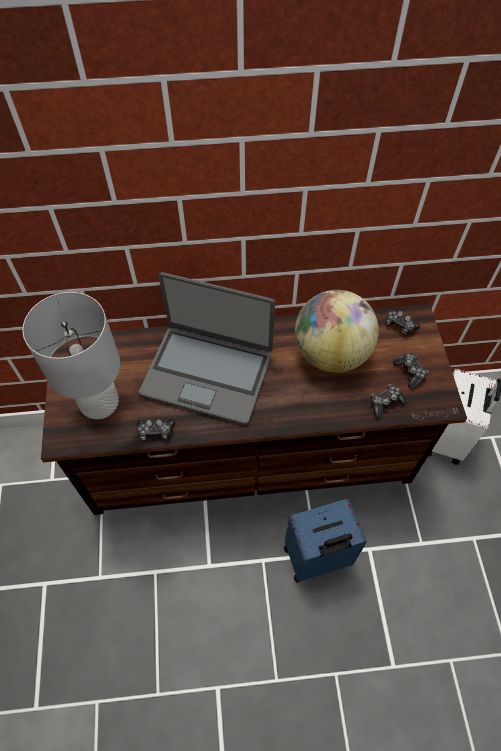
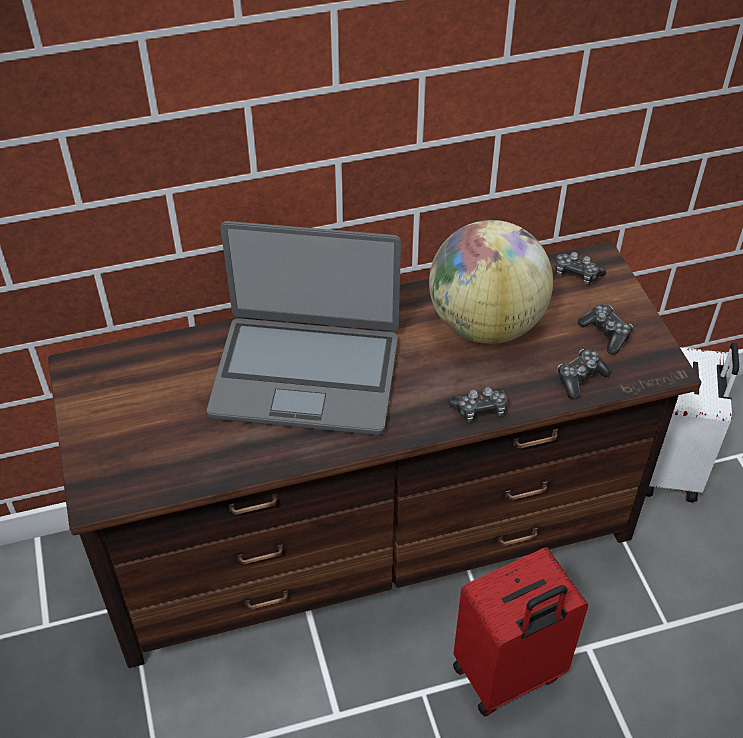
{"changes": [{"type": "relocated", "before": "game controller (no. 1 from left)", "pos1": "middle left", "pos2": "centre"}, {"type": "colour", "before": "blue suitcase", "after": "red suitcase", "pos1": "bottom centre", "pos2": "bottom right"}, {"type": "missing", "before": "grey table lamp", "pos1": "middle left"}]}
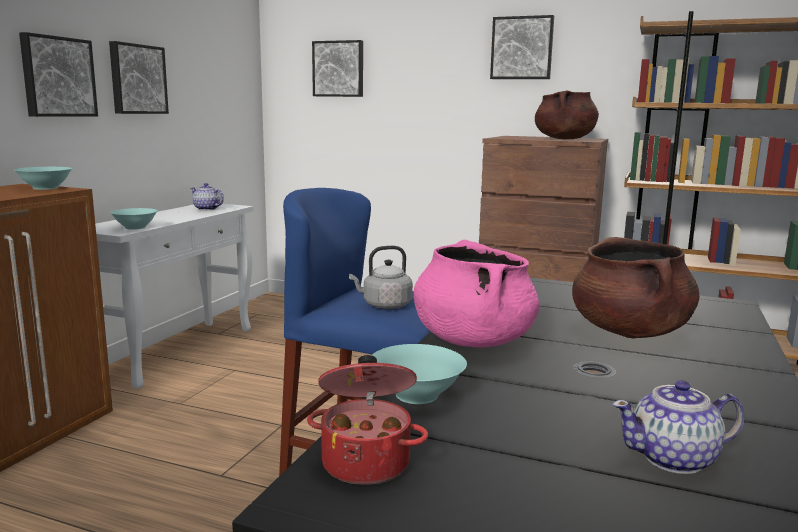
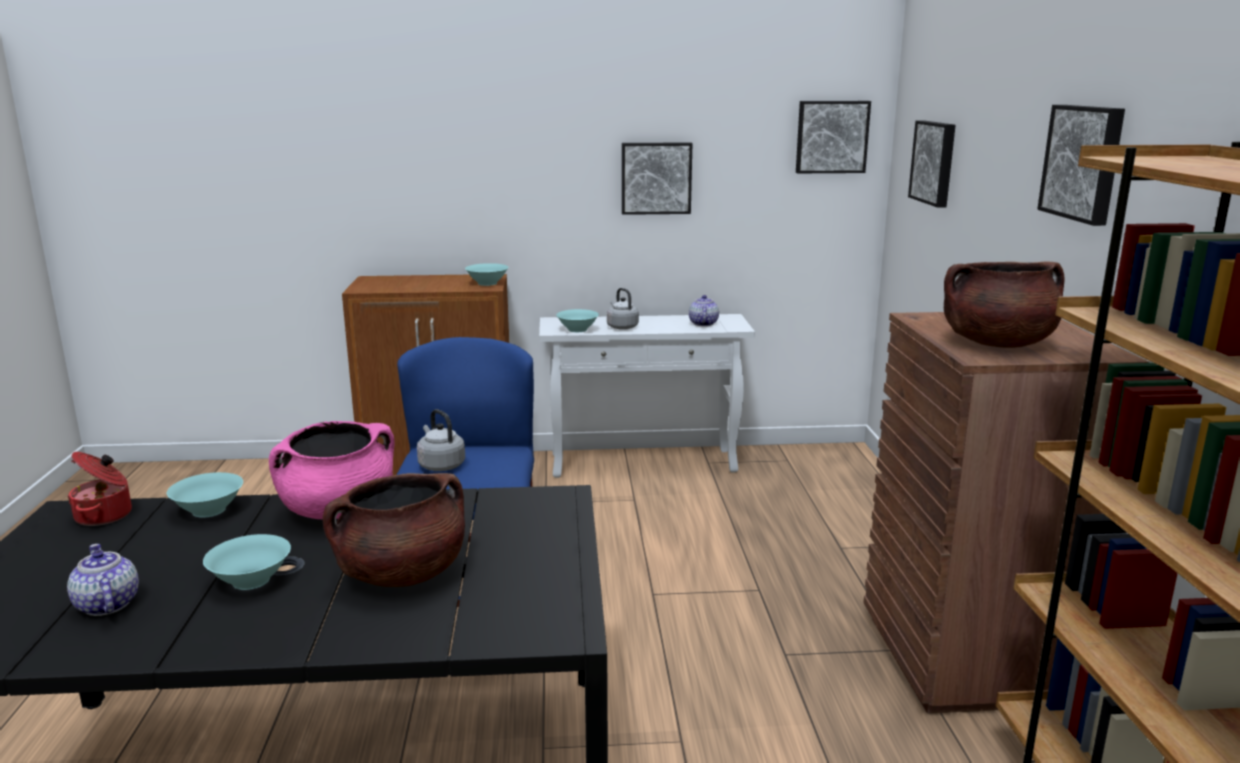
{"changes": [{"type": "appeared", "after": "turquoise bowl (no. 2 from left)", "pos2": "bottom left"}, {"type": "appeared", "after": "grey kettle (no. 2 from left)", "pos2": "centre"}, {"type": "relocated", "before": "picture (no. 1 from left in the first image)", "after": "picture (no. 2 from left)", "pos1": "top left", "pos2": "top right"}]}
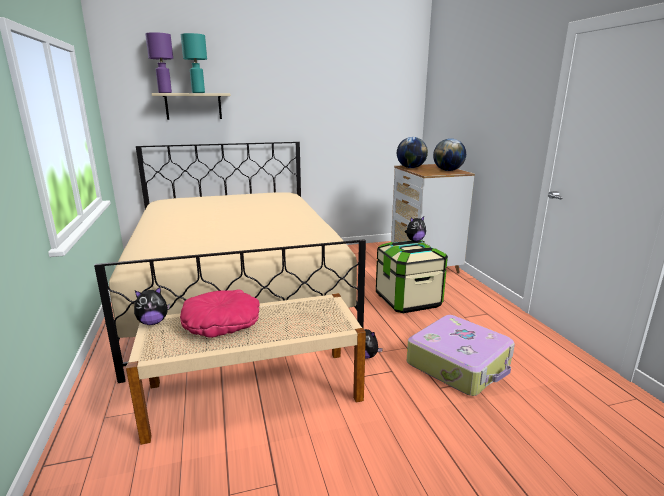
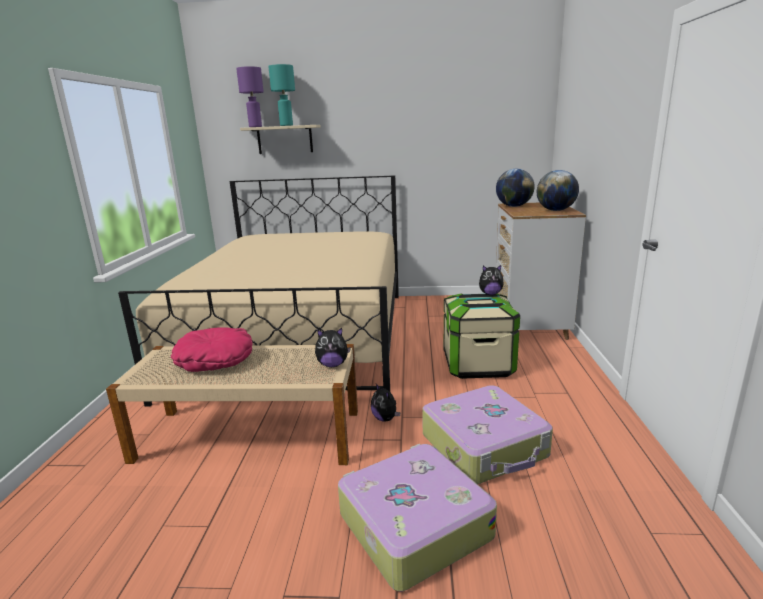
{"changes": [{"type": "relocated", "before": "plush toy (no. 1 from left)", "pos1": "middle left", "pos2": "centre"}, {"type": "appeared", "after": "suitcase (no. 1 from left)", "pos2": "bottom centre"}]}
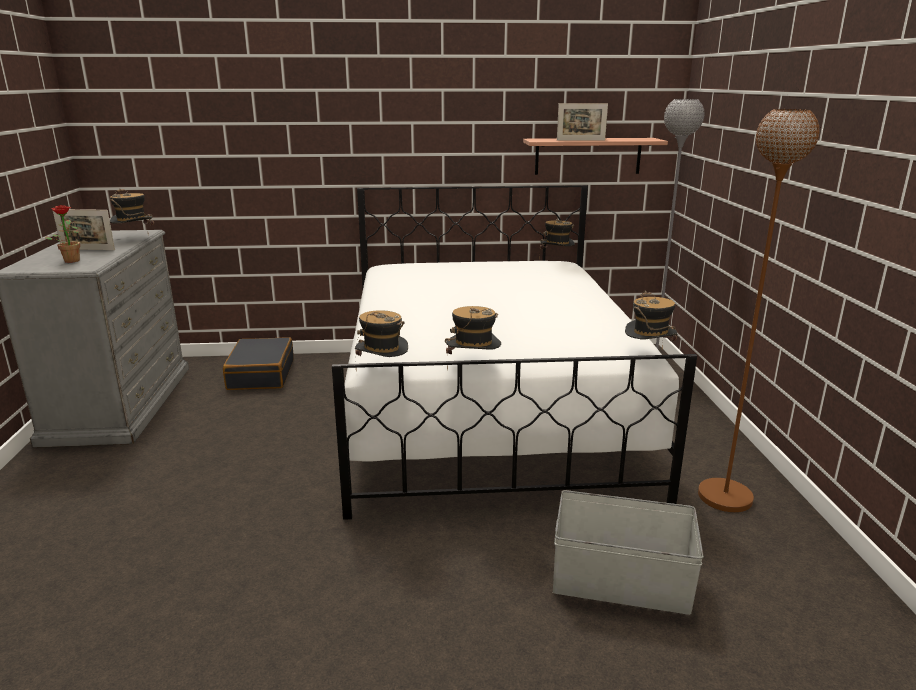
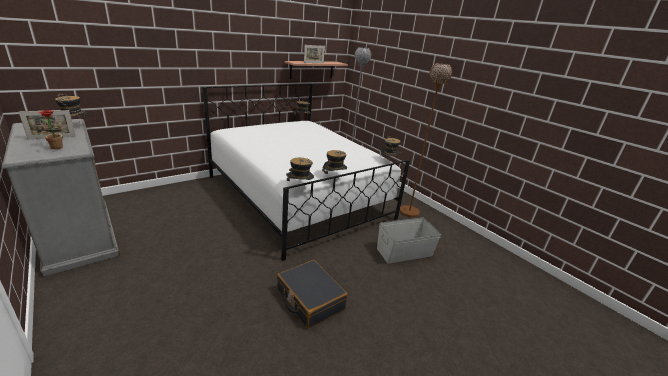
{"changes": [{"type": "relocated", "before": "black suitcase", "pos1": "middle left", "pos2": "bottom centre"}]}
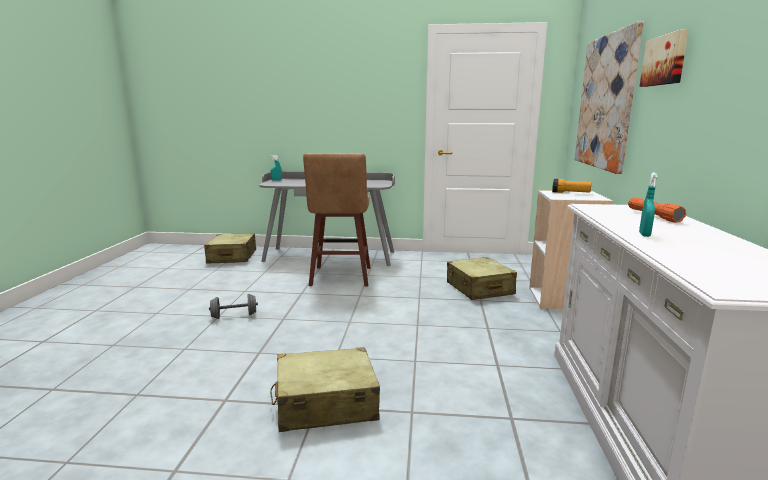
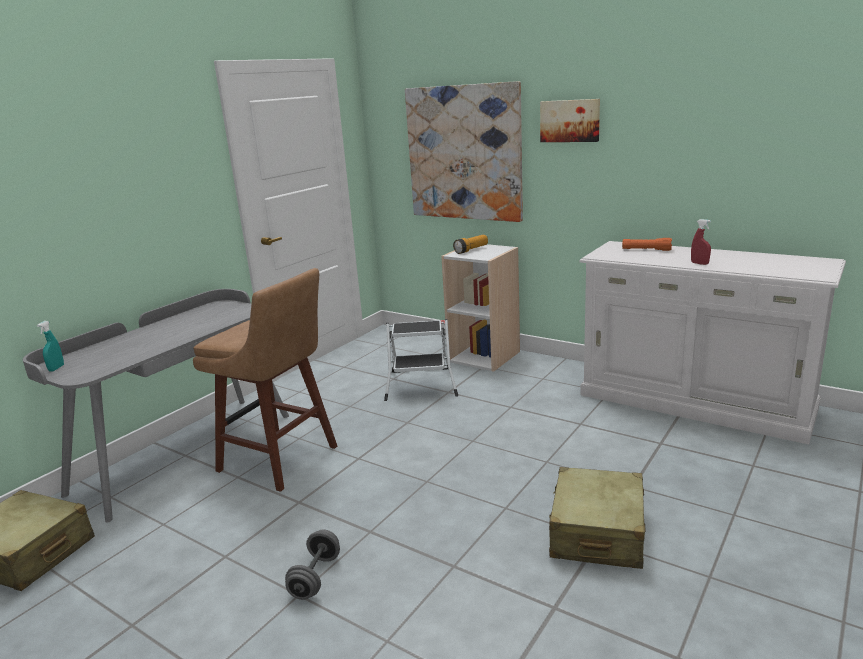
{"changes": [{"type": "exchanged", "before": "beige suitcase (no. 3 from left)", "after": "step ladder", "pos1": "centre", "pos2": "centre"}, {"type": "colour", "before": "turquoise spray bottle (no. 2 from left)", "after": "red spray bottle", "pos1": "middle right", "pos2": "middle right"}]}
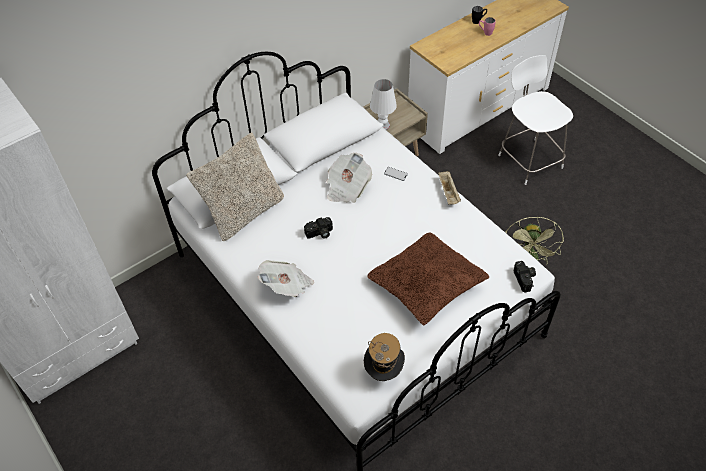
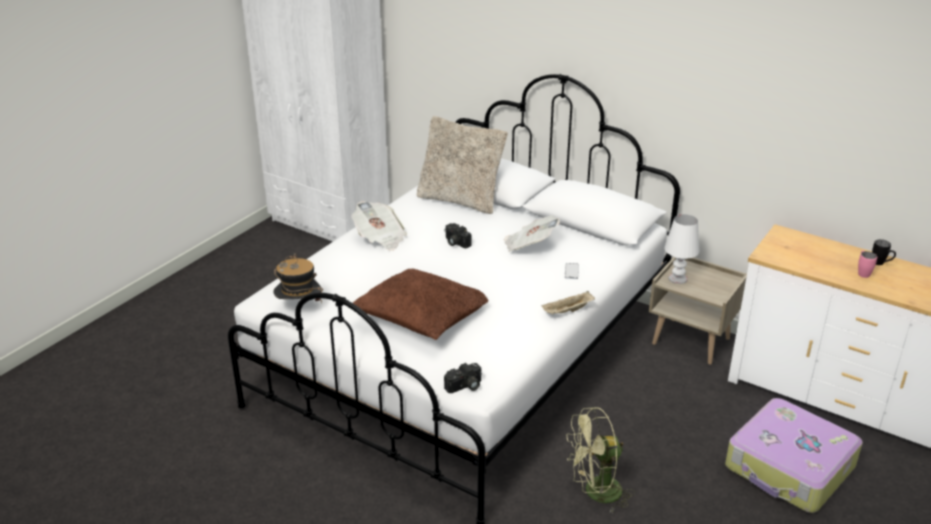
{"changes": [{"type": "exchanged", "before": "white chair", "after": "suitcase", "pos1": "top right", "pos2": "bottom right"}]}
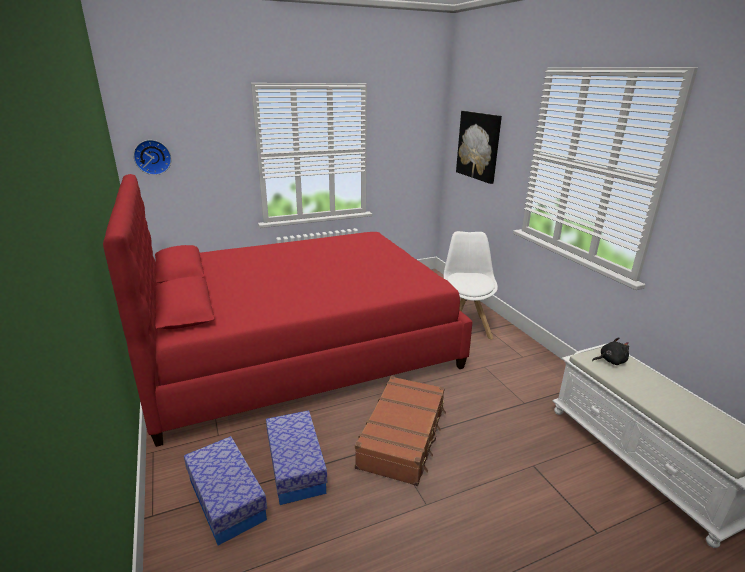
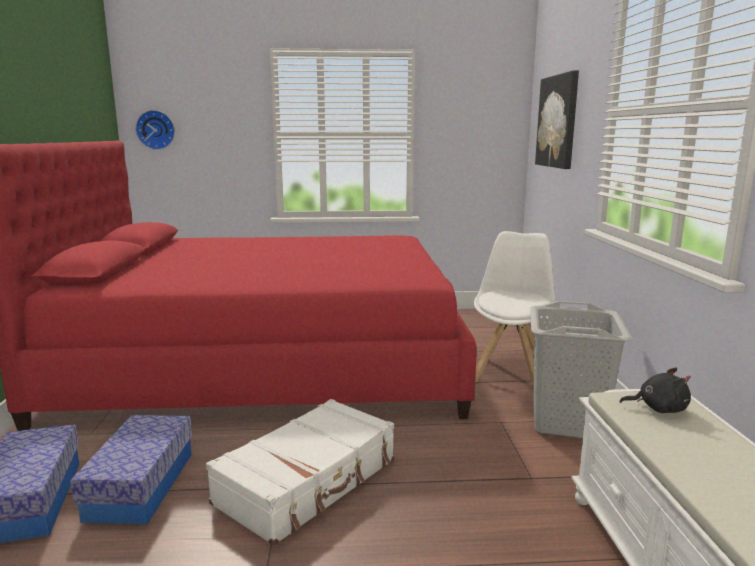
{"changes": [{"type": "colour", "before": "brown suitcase", "after": "white suitcase", "pos1": "bottom centre", "pos2": "bottom centre"}, {"type": "appeared", "after": "grey laundry basket", "pos2": "middle right"}]}
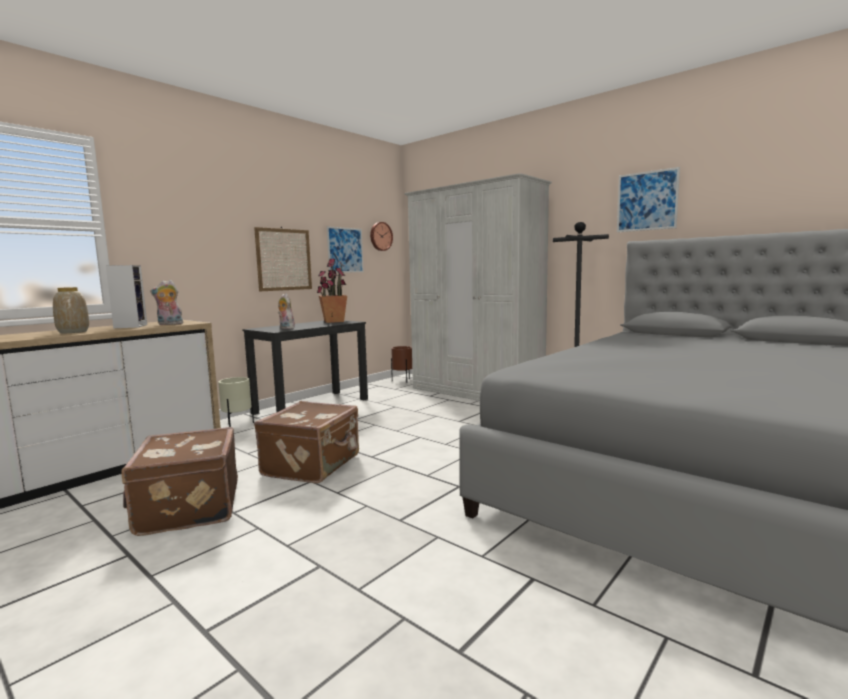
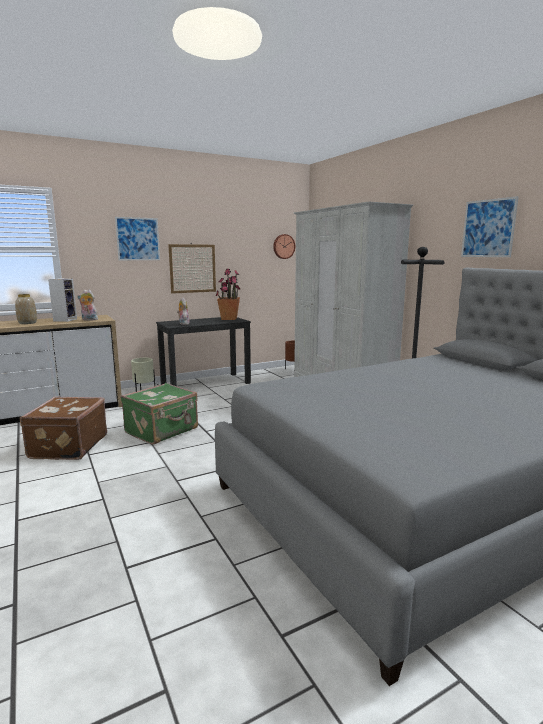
{"changes": [{"type": "relocated", "before": "picture (no. 2 from left in the first image)", "after": "picture (no. 1 from left)", "pos1": "centre", "pos2": "top left"}, {"type": "colour", "before": "brown suitcase (no. 2 from left)", "after": "green suitcase", "pos1": "centre", "pos2": "middle left"}]}
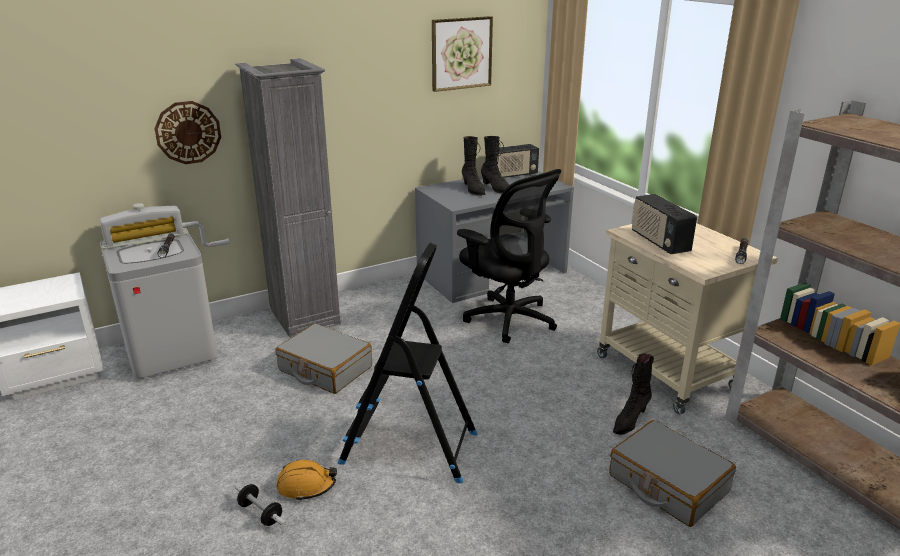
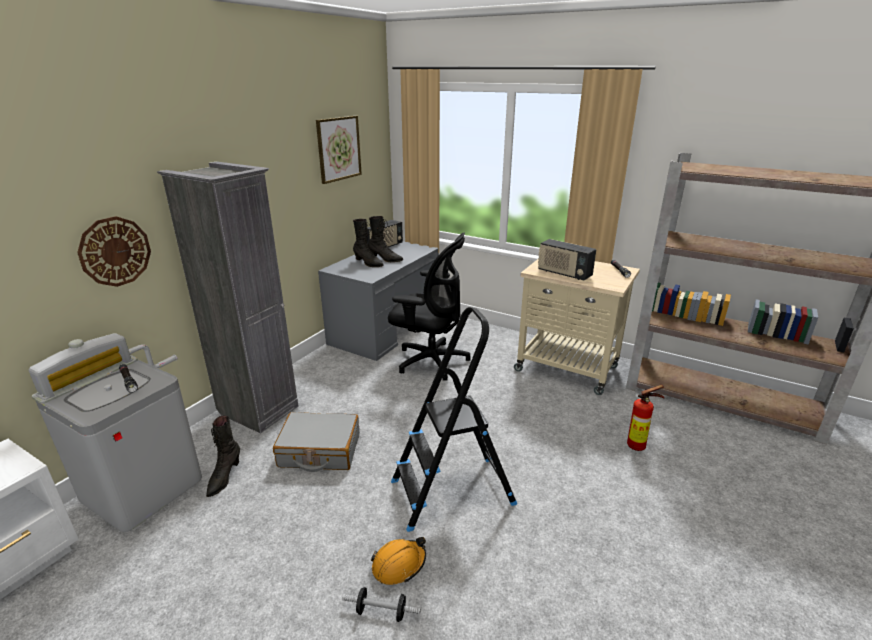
{"changes": [{"type": "relocated", "before": "black boot (no. 3 from left in the first image)", "after": "black boot (no. 1 from left)", "pos1": "bottom right", "pos2": "bottom left"}, {"type": "exchanged", "before": "grey suitcase (no. 2 from left)", "after": "fire extinguisher", "pos1": "bottom right", "pos2": "middle right"}]}
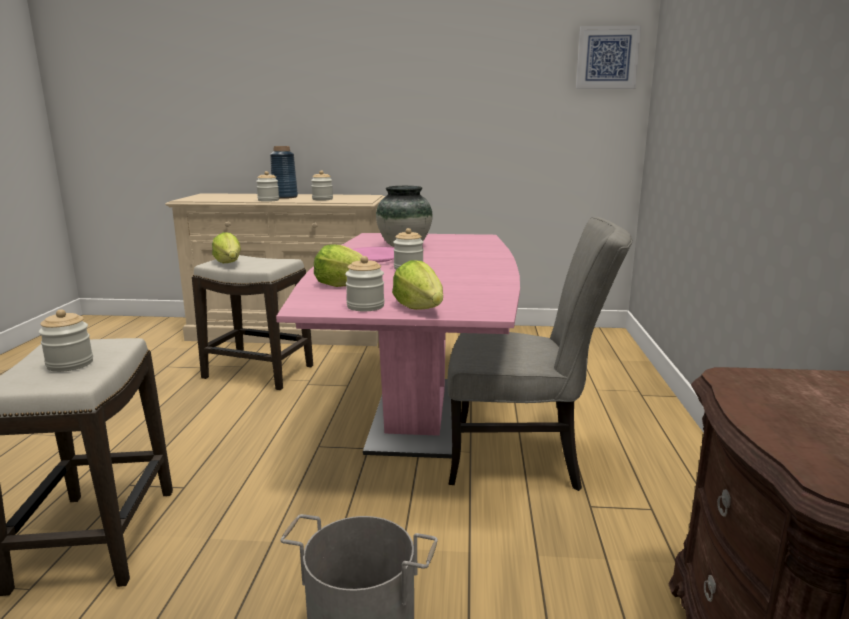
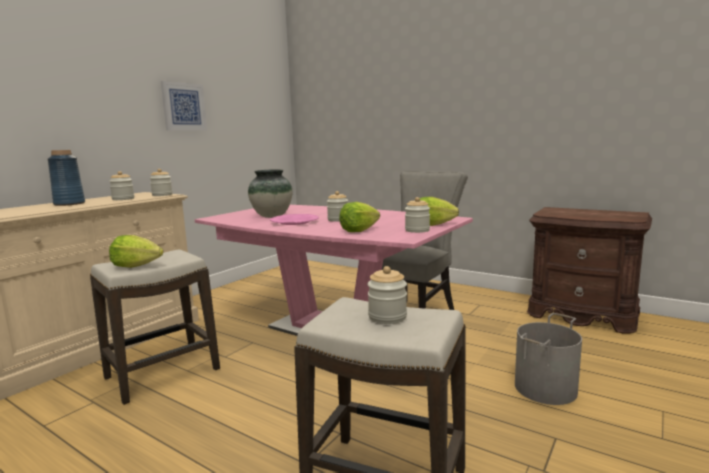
{"changes": [{"type": "relocated", "before": "jar (no. 2 from left)", "pos1": "top left", "pos2": "middle left"}, {"type": "relocated", "before": "picture", "pos1": "top right", "pos2": "top left"}]}
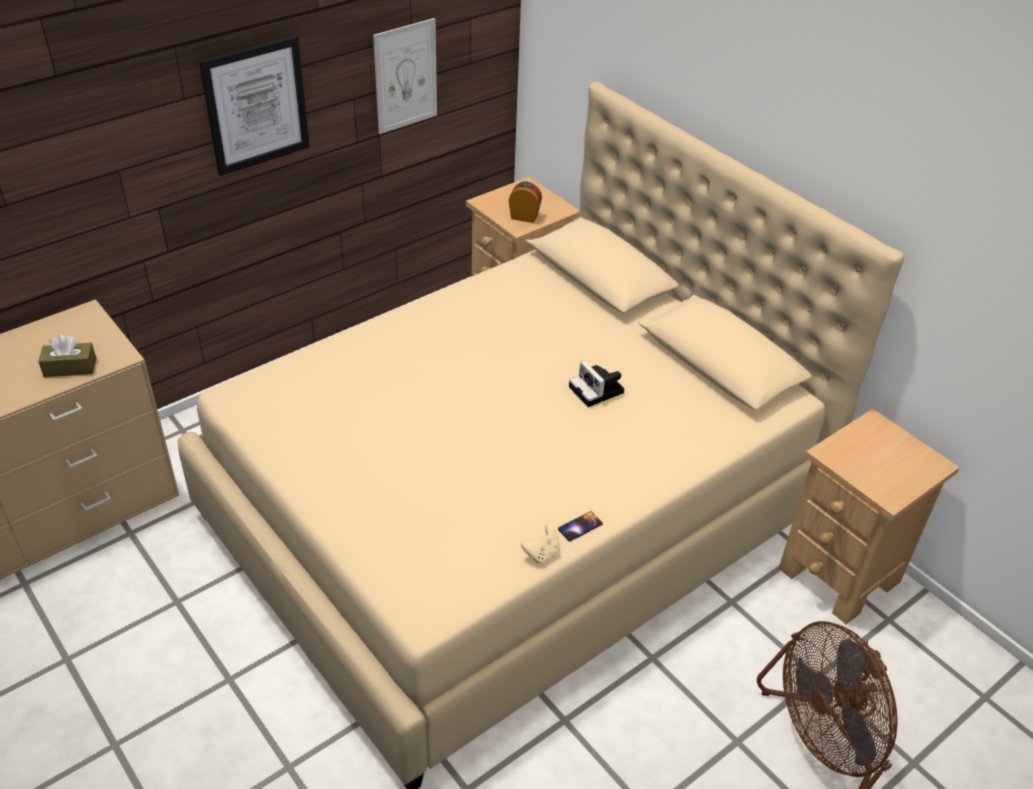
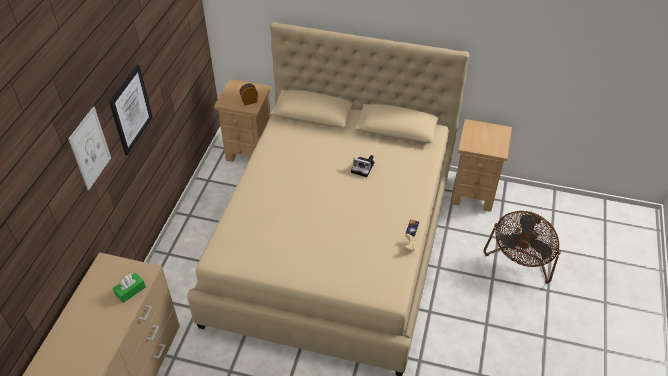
{"changes": [{"type": "relocated", "before": "picture (no. 2 from left in the first image)", "after": "picture (no. 1 from left)", "pos1": "top centre", "pos2": "middle left"}, {"type": "colour", "before": "brown tissue box", "after": "green tissue box", "pos1": "middle left", "pos2": "bottom left"}]}
